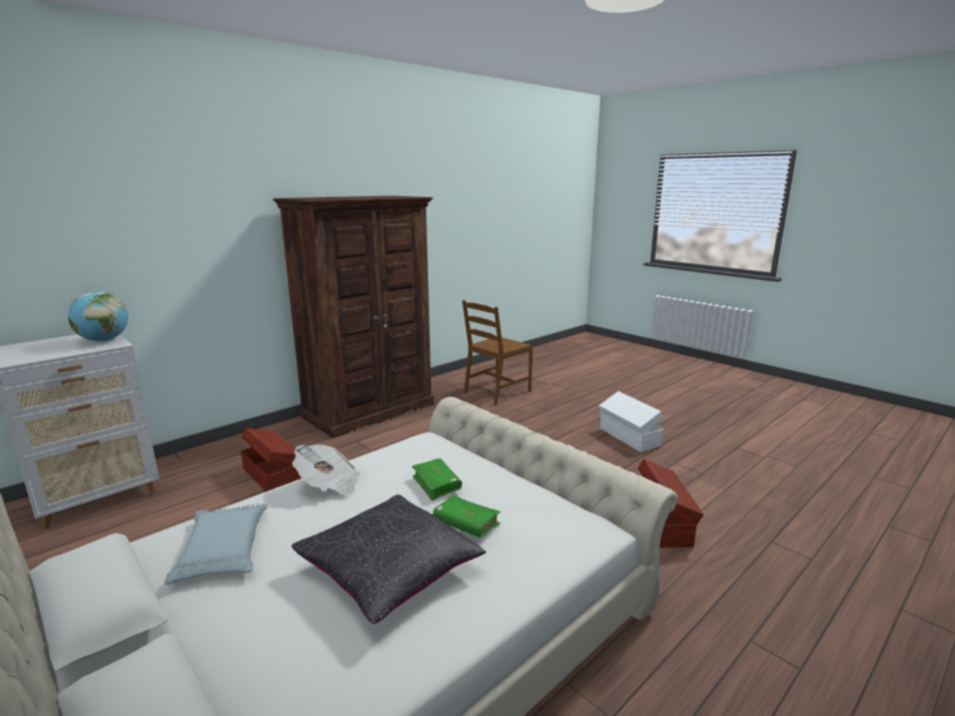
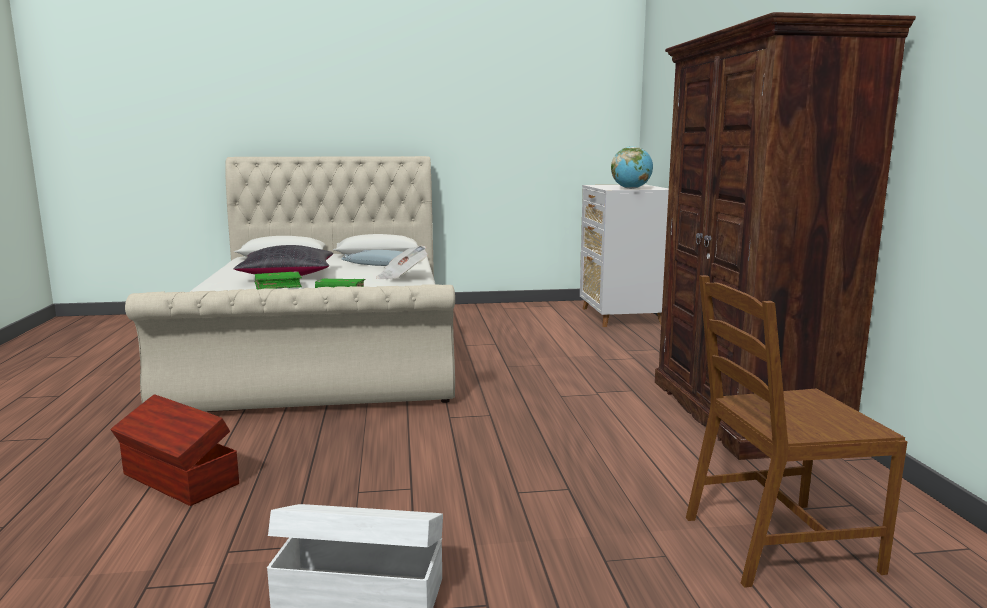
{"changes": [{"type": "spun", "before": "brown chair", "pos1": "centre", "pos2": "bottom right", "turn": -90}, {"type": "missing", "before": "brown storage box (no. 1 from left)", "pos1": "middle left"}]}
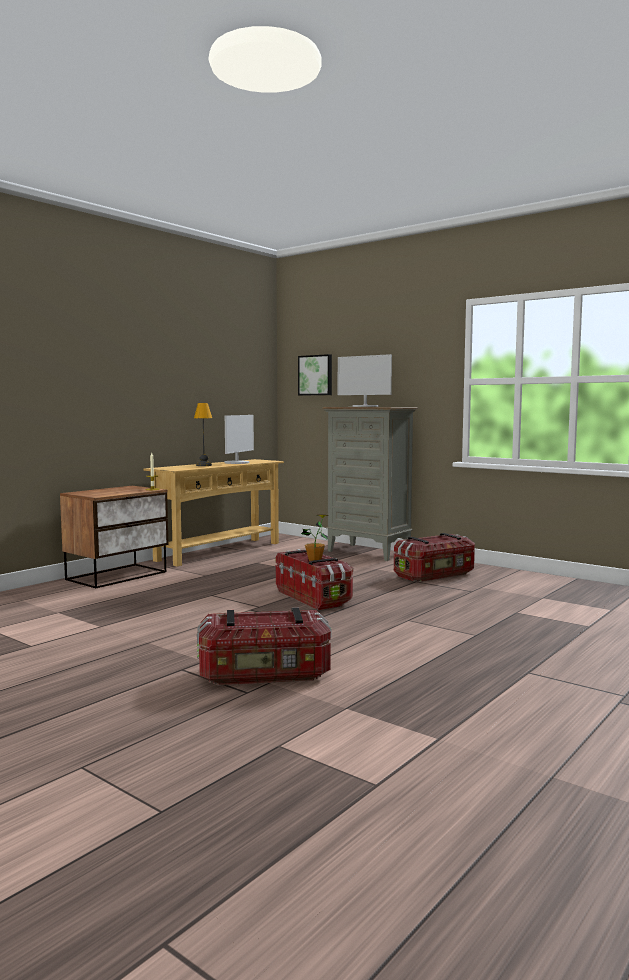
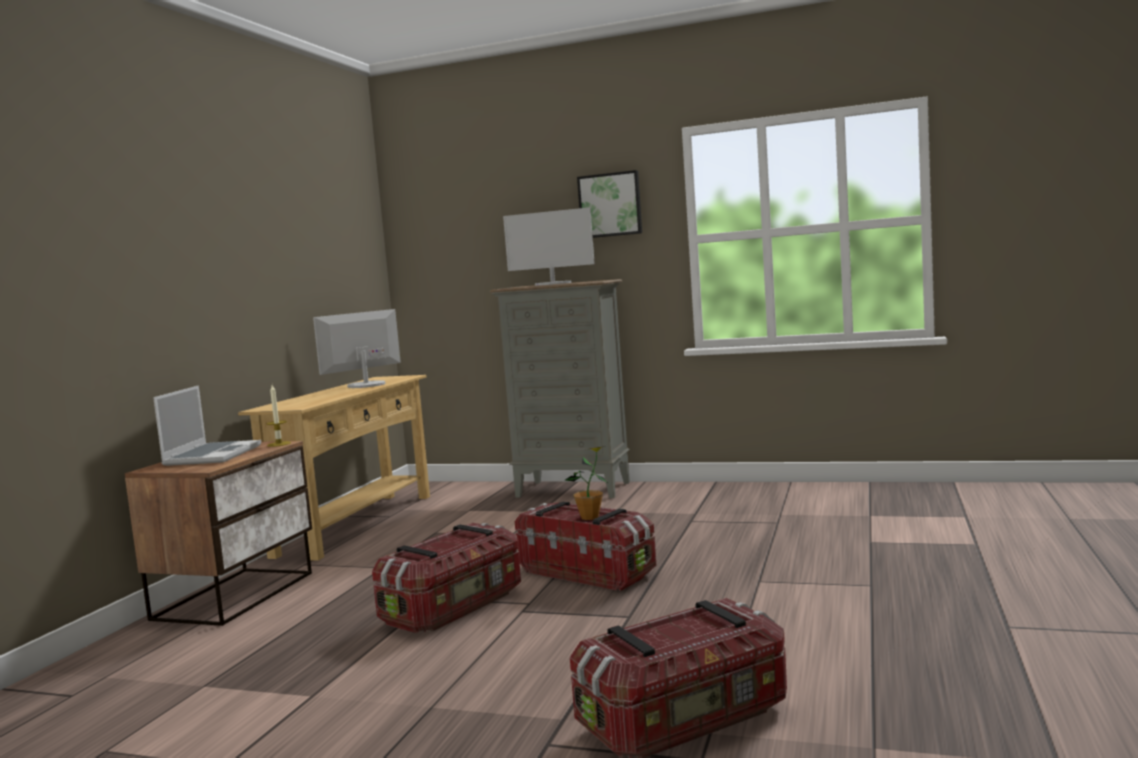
{"changes": [{"type": "appeared", "after": "laptop", "pos2": "middle left"}, {"type": "spun", "before": "monitor (no. 1 from left)", "pos1": "centre", "pos2": "middle left", "turn": -135}, {"type": "relocated", "before": "storage box (no. 3 from left in the first image)", "after": "storage box (no. 1 from left)", "pos1": "middle right", "pos2": "bottom centre"}, {"type": "relocated", "before": "picture", "pos1": "centre", "pos2": "top centre"}, {"type": "missing", "before": "table lamp", "pos1": "middle left"}]}
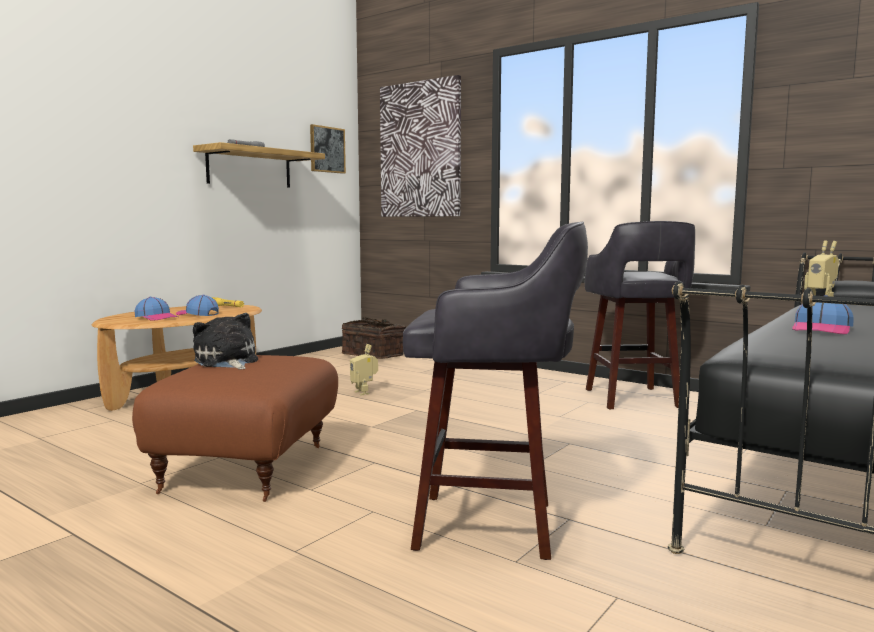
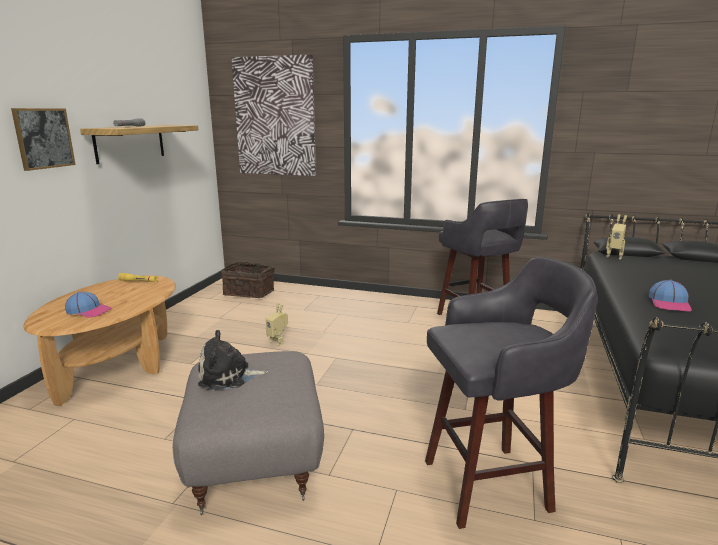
{"changes": [{"type": "relocated", "before": "picture (no. 1 from left)", "pos1": "top centre", "pos2": "top left"}, {"type": "colour", "before": "brown ottoman", "after": "grey ottoman", "pos1": "bottom left", "pos2": "bottom centre"}, {"type": "spun", "before": "plush toy", "pos1": "middle left", "pos2": "middle left", "turn": -45}, {"type": "missing", "before": "cap (no. 2 from left)", "pos1": "middle left"}]}
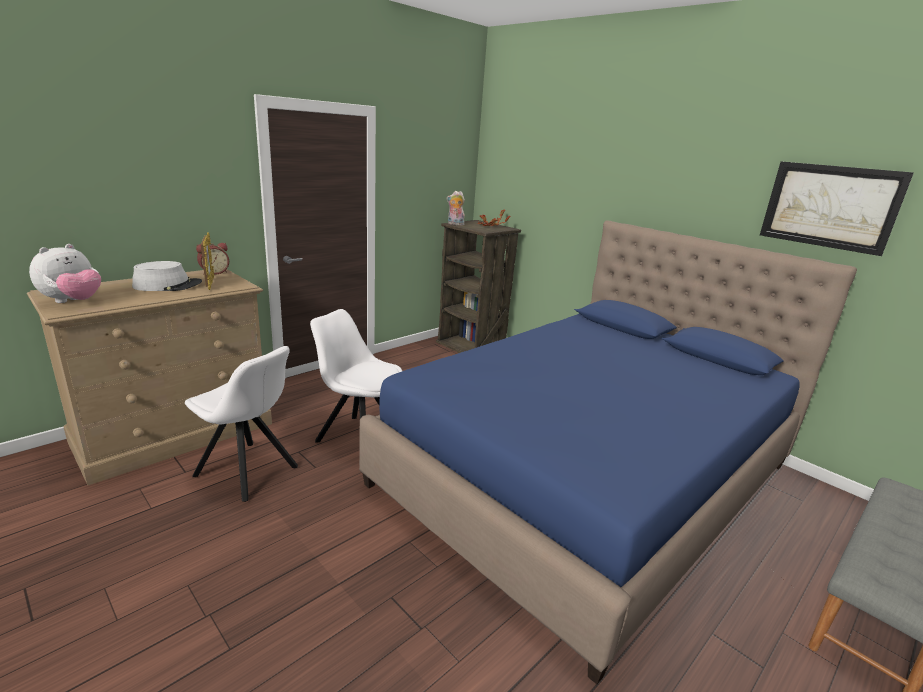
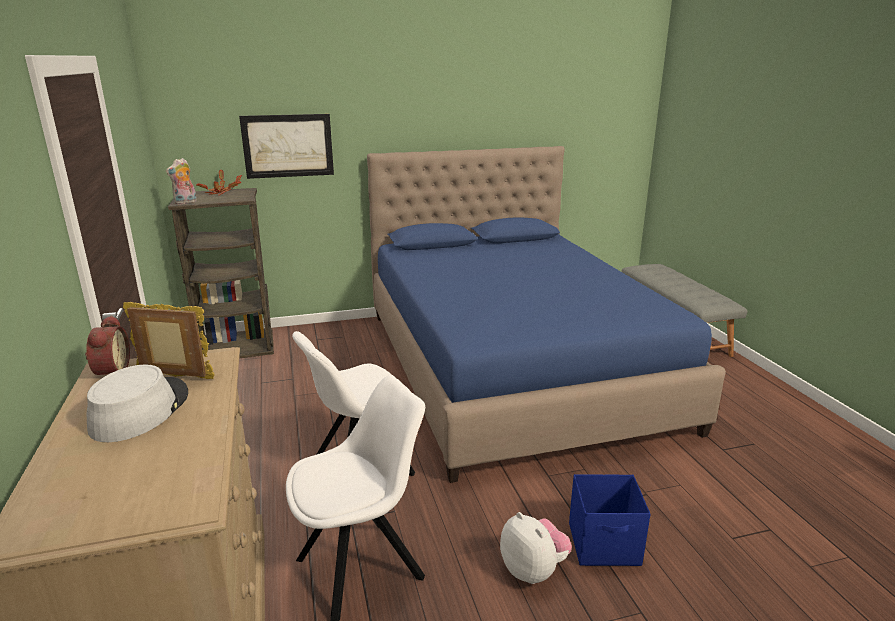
{"changes": [{"type": "relocated", "before": "picture", "pos1": "top right", "pos2": "top left"}, {"type": "relocated", "before": "plush toy (no. 1 from left in the first image)", "after": "plush toy (no. 2 from left)", "pos1": "middle left", "pos2": "bottom centre"}, {"type": "appeared", "after": "blue storage box", "pos2": "bottom right"}]}
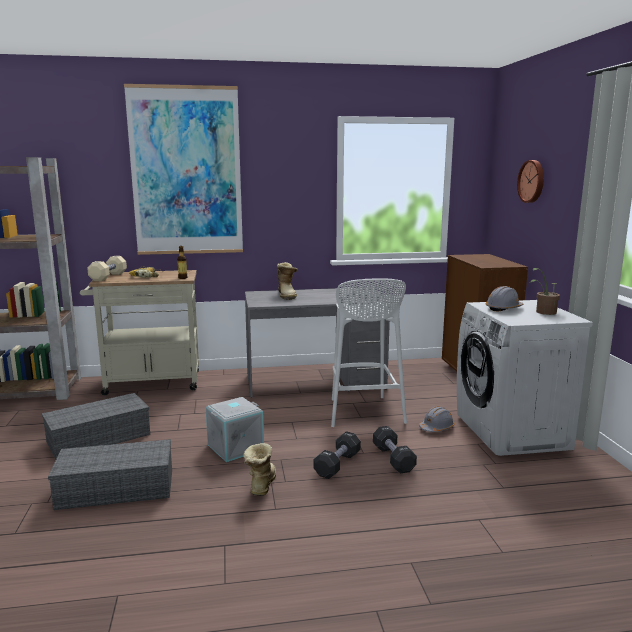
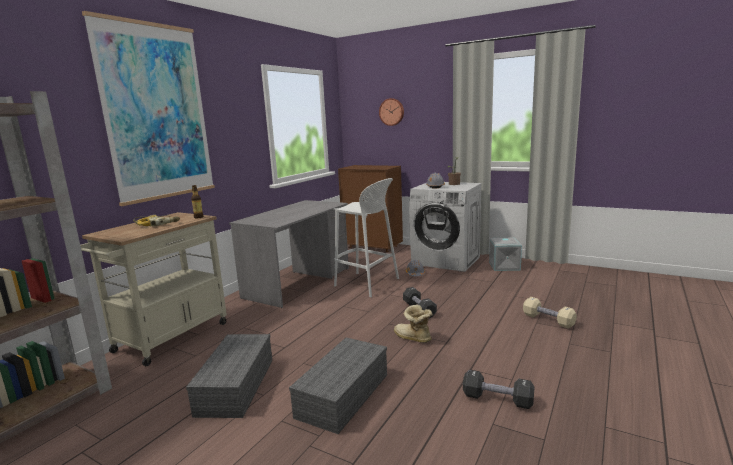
{"changes": [{"type": "relocated", "before": "black dumbbell (no. 2 from left)", "pos1": "bottom centre", "pos2": "bottom right"}, {"type": "relocated", "before": "grey storage box (no. 3 from left)", "pos1": "bottom centre", "pos2": "middle right"}, {"type": "relocated", "before": "beige dumbbell", "pos1": "middle left", "pos2": "bottom right"}, {"type": "missing", "before": "boot (no. 2 from left)", "pos1": "centre"}]}
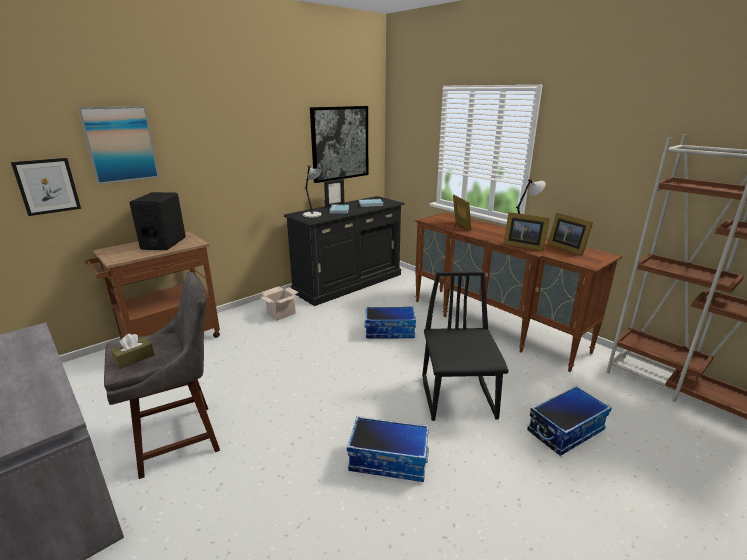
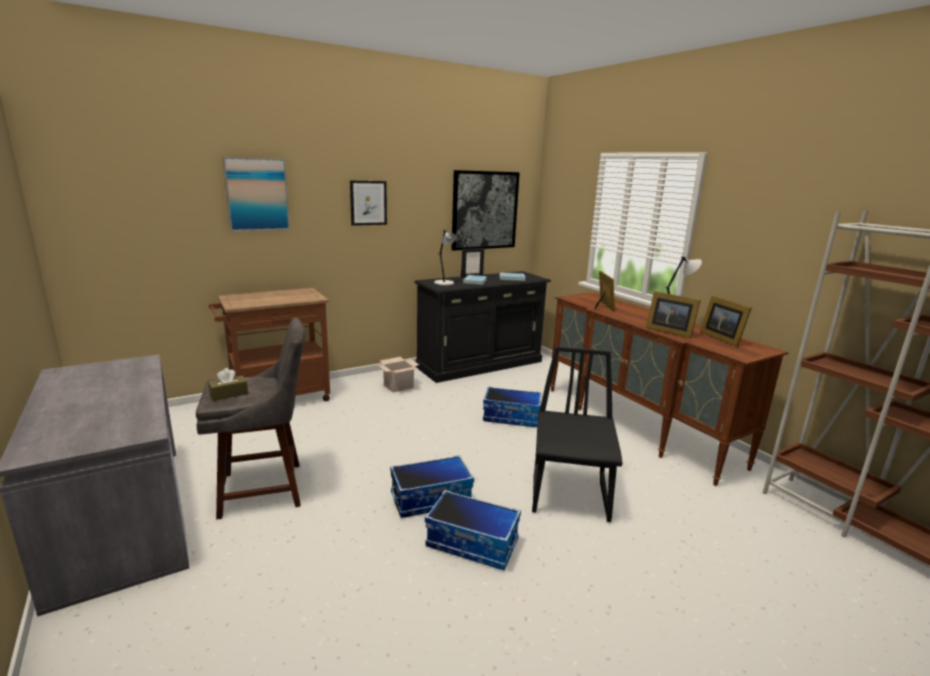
{"changes": [{"type": "relocated", "before": "picture (no. 1 from left in the first image)", "after": "picture (no. 2 from left)", "pos1": "middle left", "pos2": "top centre"}, {"type": "relocated", "before": "storage box (no. 3 from left in the first image)", "after": "storage box (no. 1 from left)", "pos1": "bottom right", "pos2": "bottom centre"}, {"type": "missing", "before": "black speaker", "pos1": "middle left"}]}
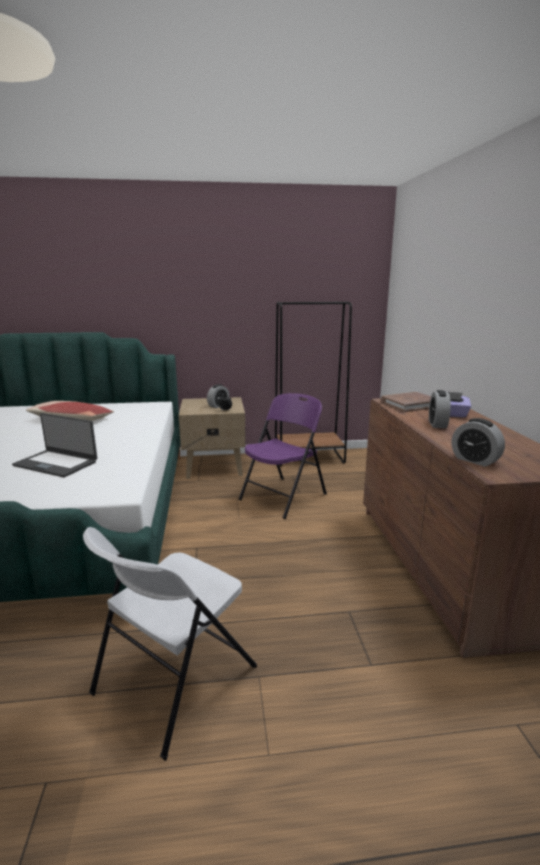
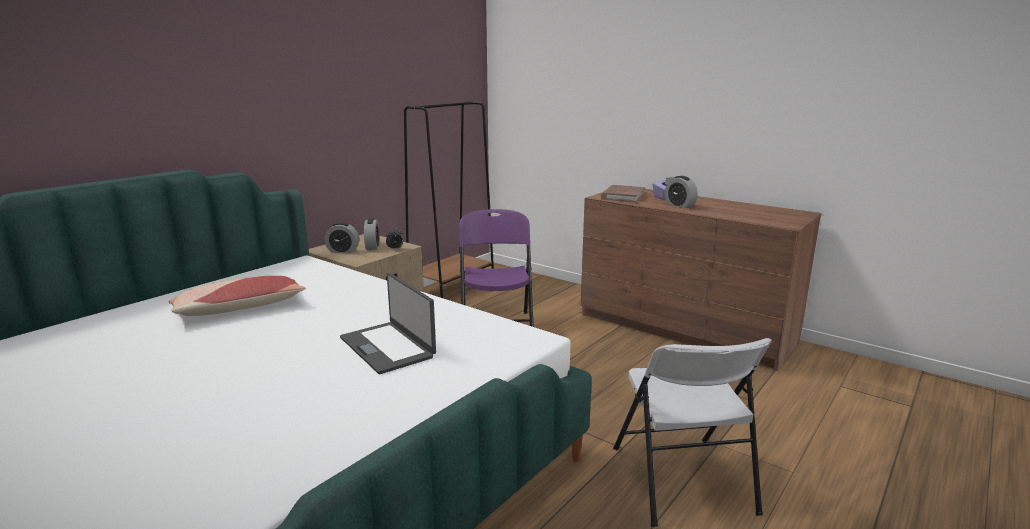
{"changes": [{"type": "relocated", "before": "alarm clock (no. 4 from left in the first image)", "after": "alarm clock (no. 1 from left)", "pos1": "middle right", "pos2": "middle left"}, {"type": "spun", "before": "laptop", "pos1": "middle left", "pos2": "centre", "turn": 75}]}
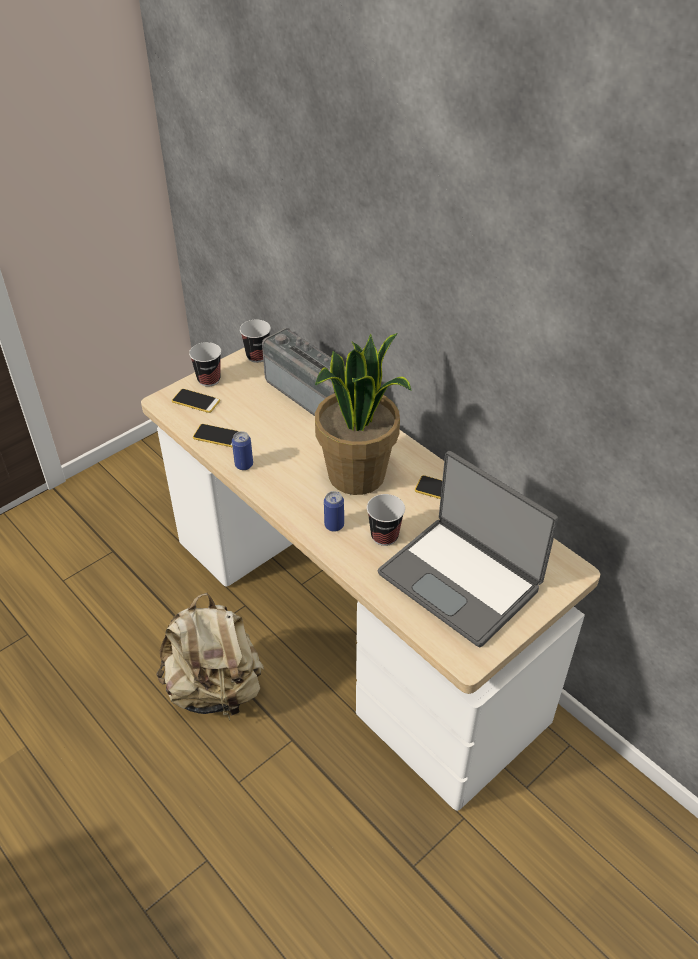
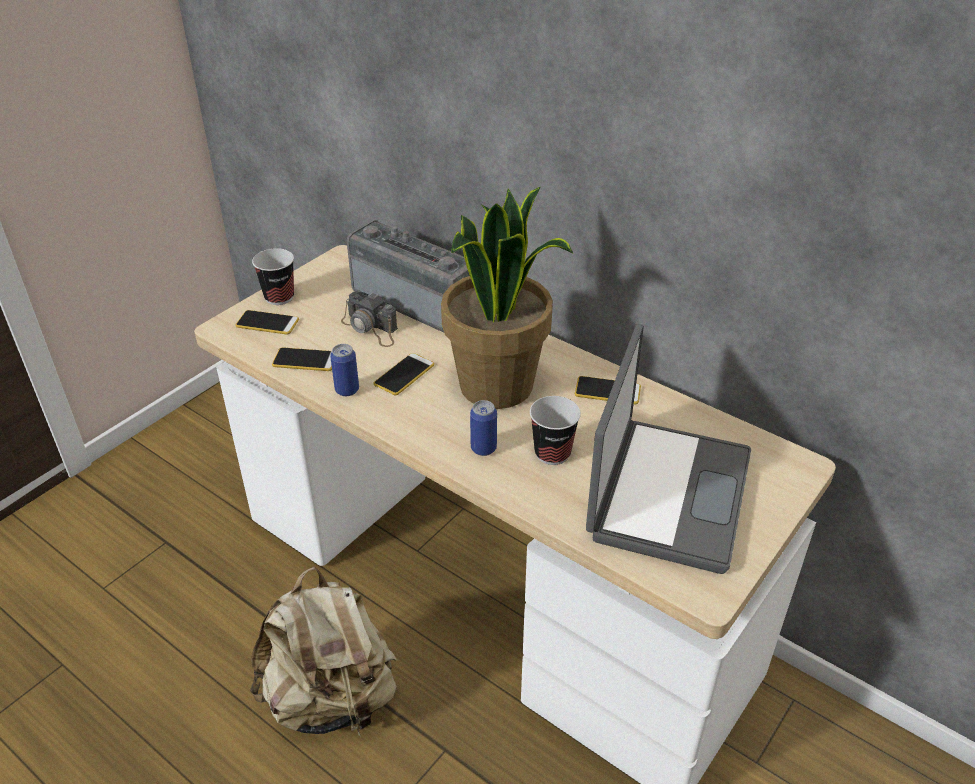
{"changes": [{"type": "appeared", "after": "photo camera", "pos2": "centre"}, {"type": "appeared", "after": "phone (no. 3 from left)", "pos2": "centre"}, {"type": "spun", "before": "laptop", "pos1": "middle right", "pos2": "middle right", "turn": -105}, {"type": "missing", "before": "cup (no. 2 from left)", "pos1": "centre"}]}
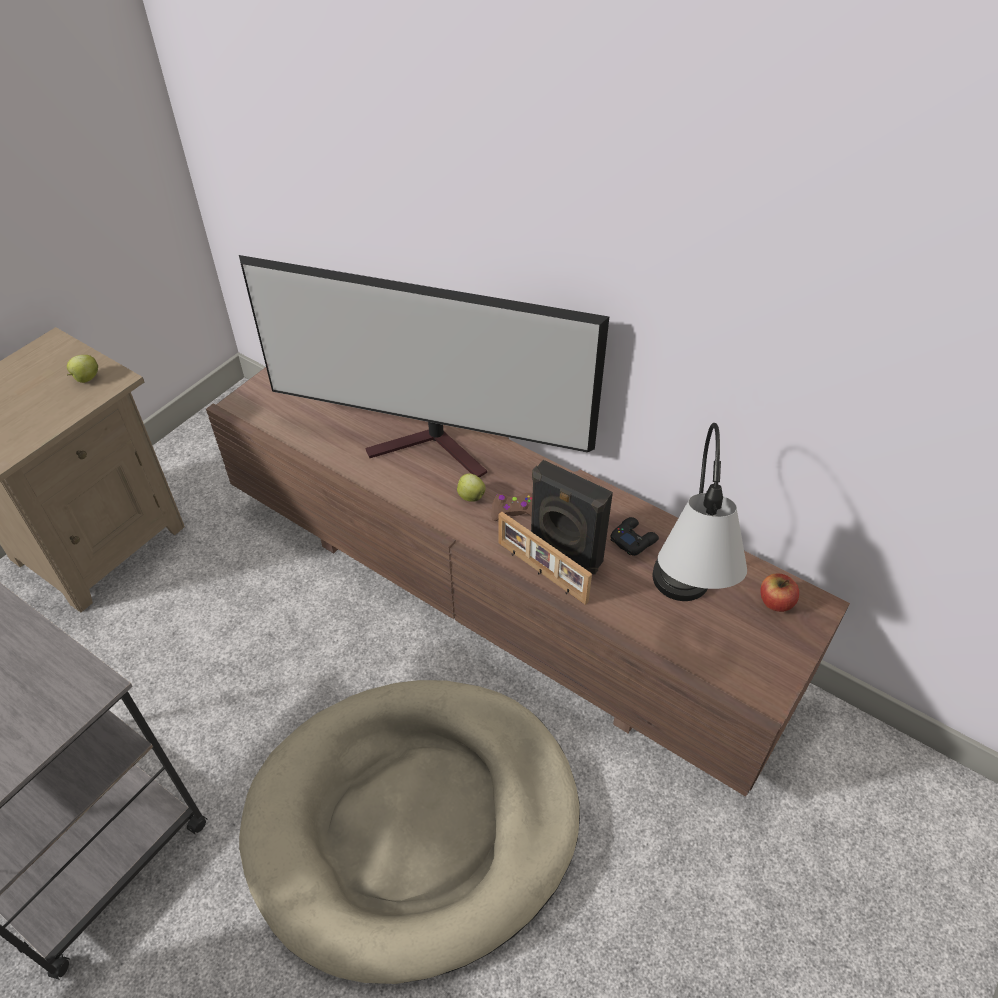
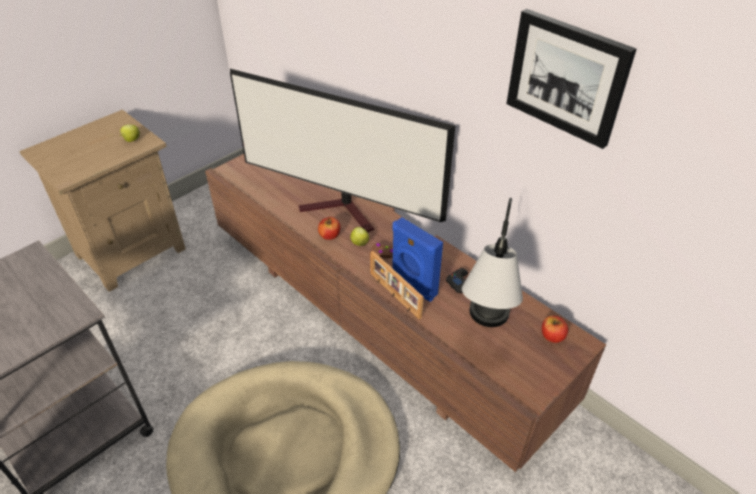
{"changes": [{"type": "appeared", "after": "apple (no. 2 from left)", "pos2": "centre"}, {"type": "colour", "before": "black speaker", "after": "blue speaker", "pos1": "centre", "pos2": "centre"}, {"type": "appeared", "after": "picture", "pos2": "top right"}]}
